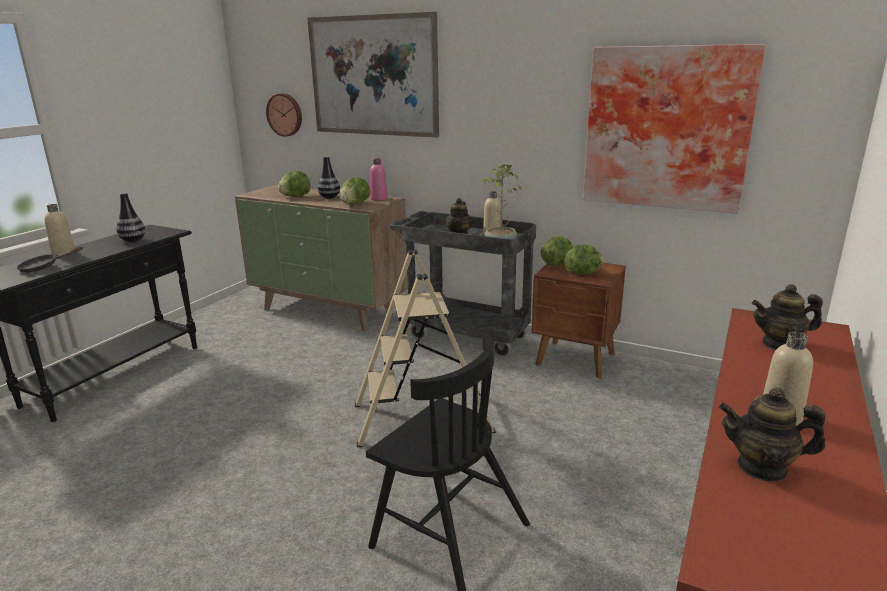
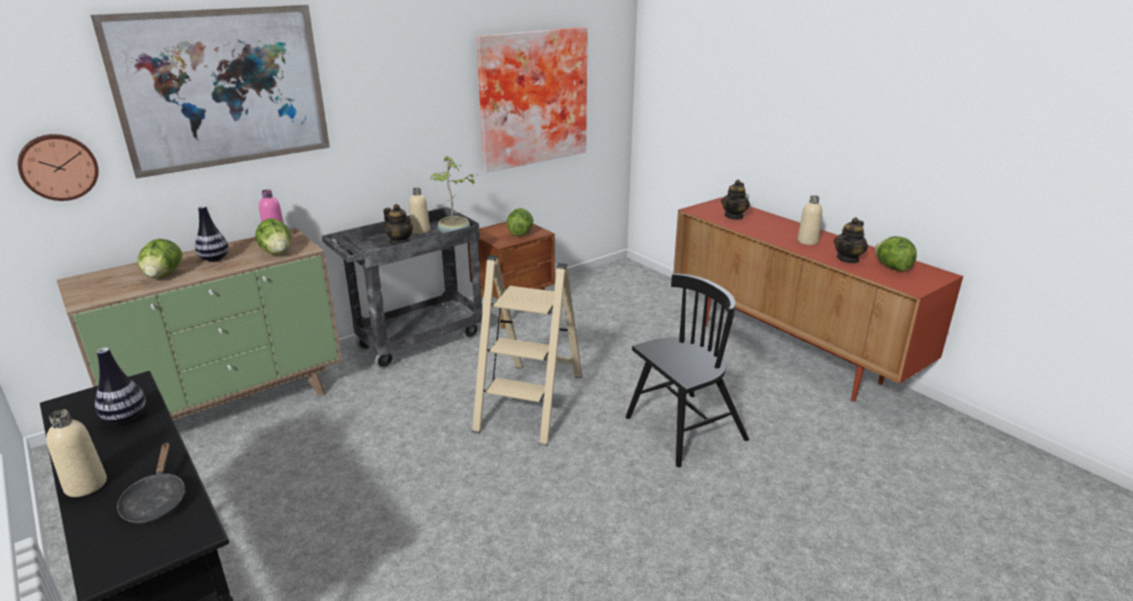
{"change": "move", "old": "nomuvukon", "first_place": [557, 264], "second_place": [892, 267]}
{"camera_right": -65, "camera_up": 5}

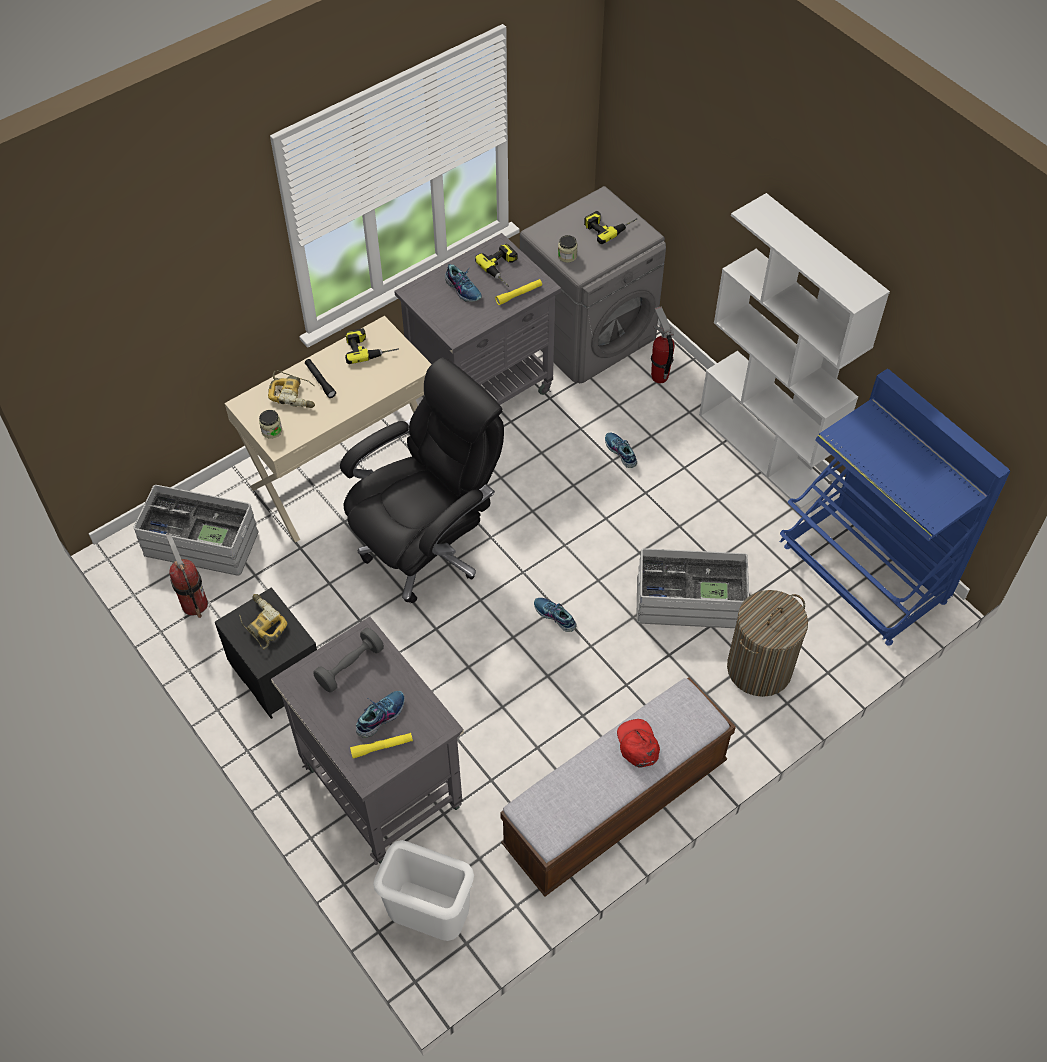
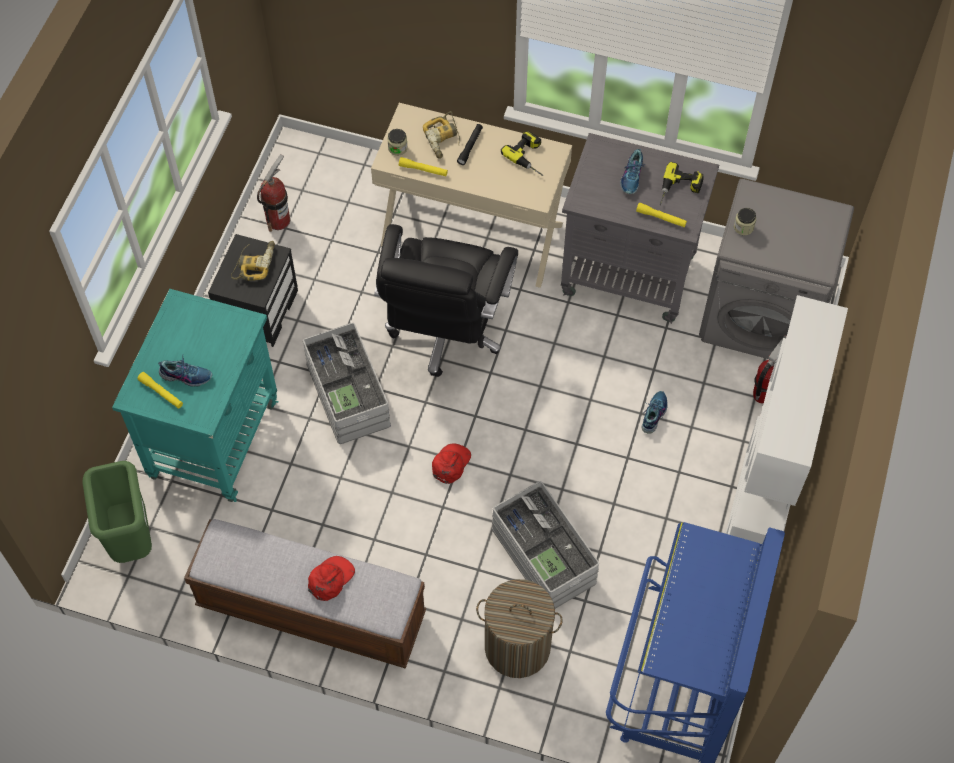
{"change": "delete", "old": "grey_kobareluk", "first_place": [350, 666]}
{"change": "delete", "old": "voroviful", "first_place": [609, 226]}
{"change": "insert", "new": "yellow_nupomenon", "second_place": [423, 170]}
{"change": "move", "old": "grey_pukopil", "first_place": [200, 543], "second_place": [347, 394]}
{"change": "replace", "old": "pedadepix", "new": "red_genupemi", "first_place": [554, 616], "second_place": [450, 464]}
{"change": "recolor", "old": "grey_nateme", "new": "turquoise_nateme", "first_place": [381, 785], "second_place": [216, 439]}
{"change": "recolor", "old": "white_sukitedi", "new": "green_sukitedi", "first_place": [428, 919], "second_place": [131, 539]}
{"change": "rotate", "old": "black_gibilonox", "first_place": [428, 549], "second_place": [444, 336], "degrees": 90}
{"camera_right": 55, "camera_up": 5}

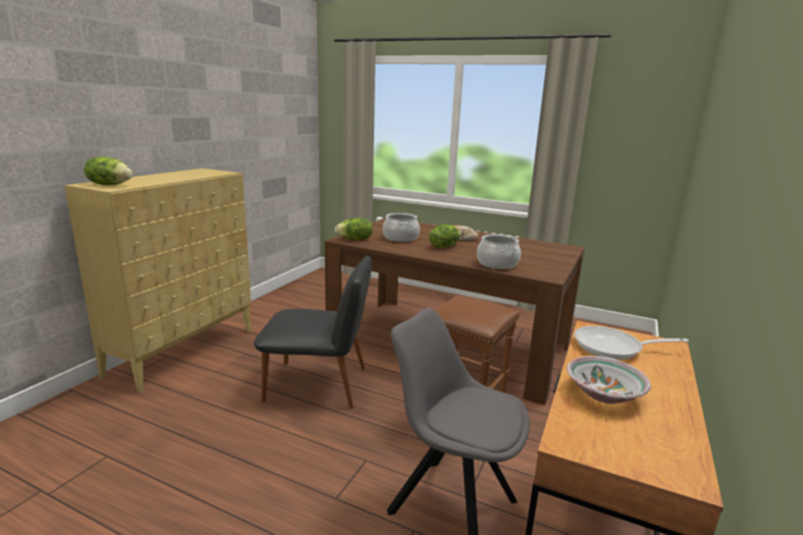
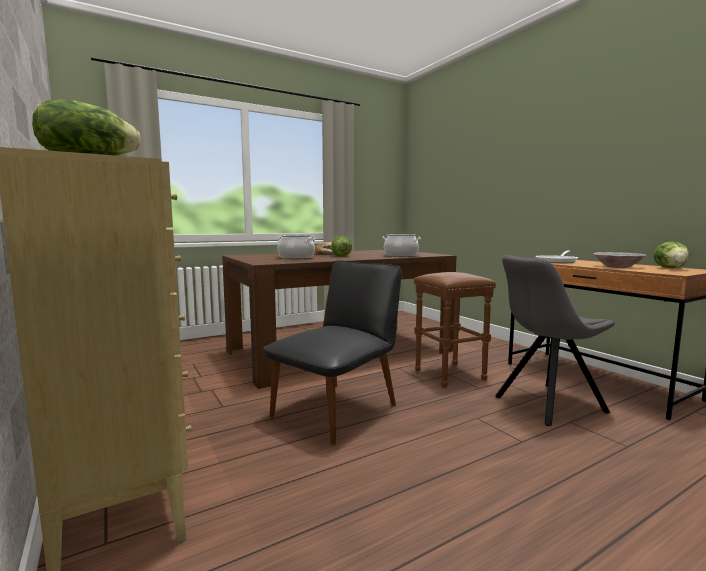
{"change": "move", "old": "nomuvukon", "first_place": [355, 239], "second_place": [671, 268]}
{"camera_right": -55, "camera_up": -10}

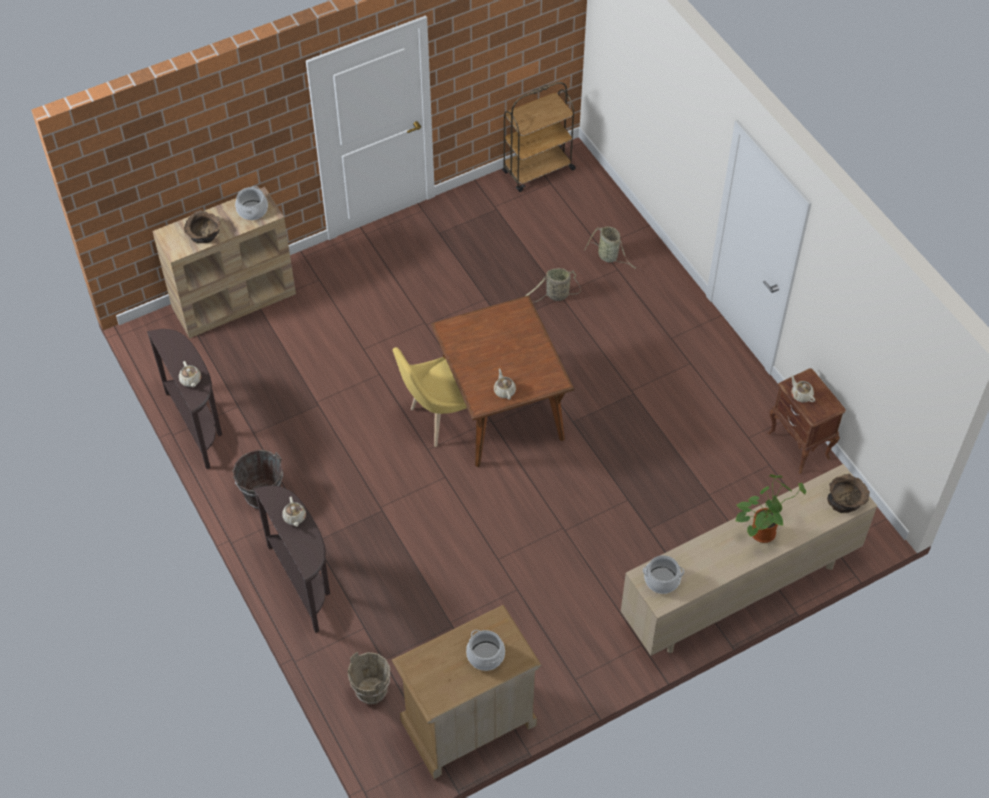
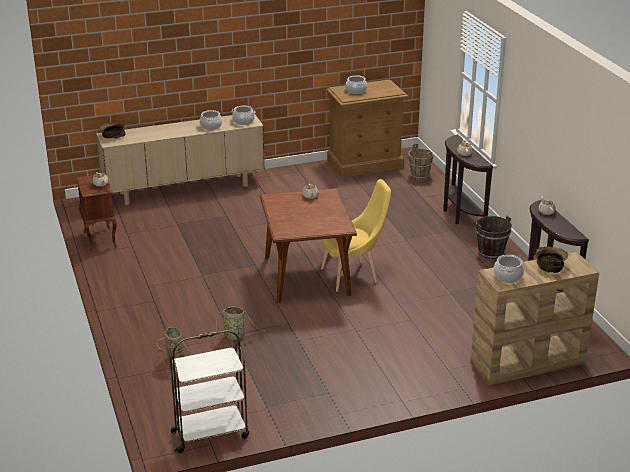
{"change": "delete", "old": "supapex", "first_place": [763, 530]}
{"change": "insert", "new": "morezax", "second_place": [211, 126]}
{"change": "recolor", "old": "brown_nateme", "new": "white_nateme", "first_place": [537, 171], "second_place": [211, 435]}
{"camera_right": -170, "camera_up": -25}

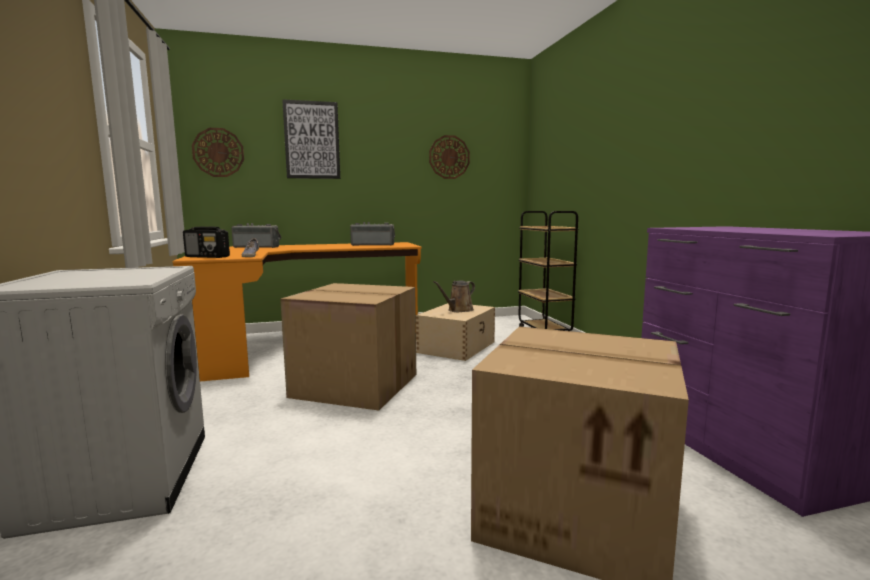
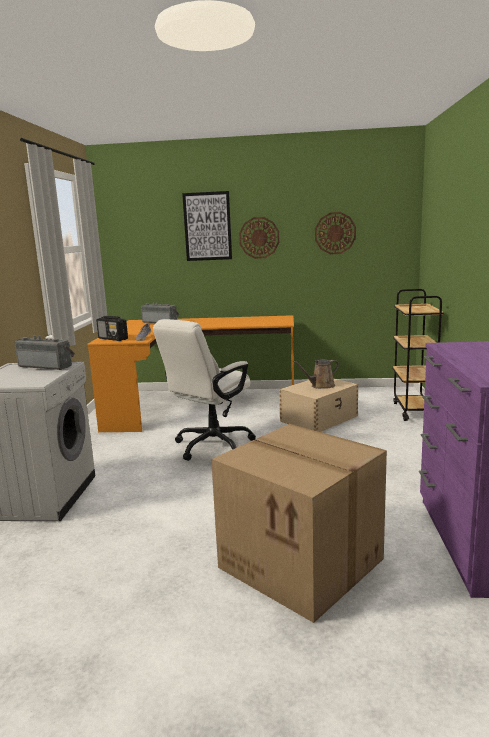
{"change": "move", "old": "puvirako", "first_place": [218, 152], "second_place": [259, 238]}
{"change": "move", "old": "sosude", "first_place": [373, 245], "second_place": [47, 366]}
{"change": "replace", "old": "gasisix", "new": "white_gibilonox", "first_place": [353, 386], "second_place": [211, 447]}
{"camera_right": 20, "camera_up": 5}

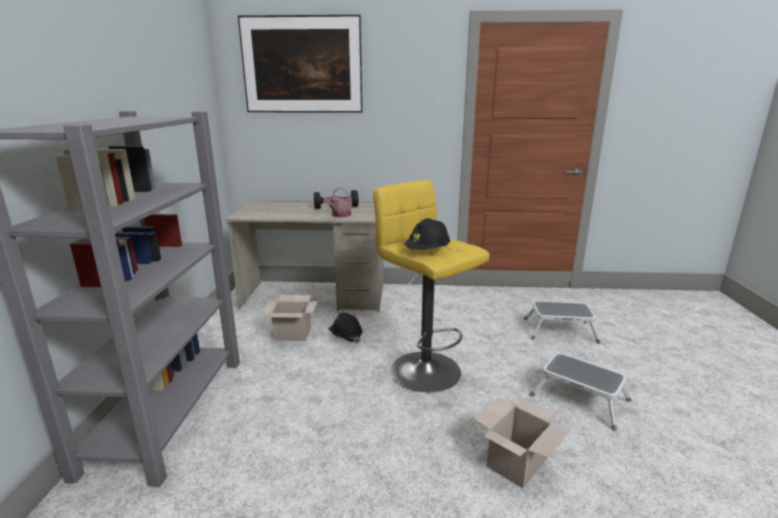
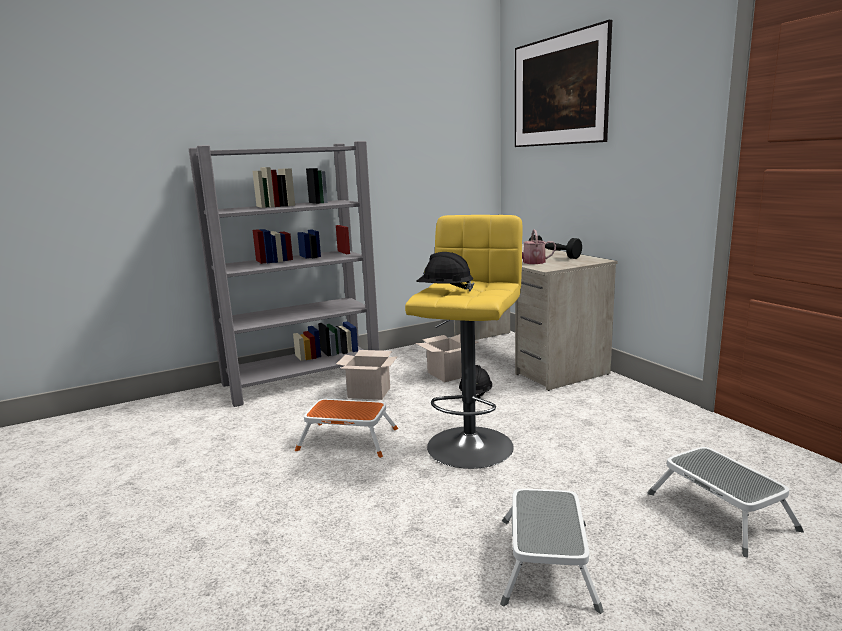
{"change": "insert", "new": "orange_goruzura", "second_place": [348, 439]}
{"change": "move", "old": "gasisix", "first_place": [516, 462], "second_place": [370, 392]}
{"camera_right": 60, "camera_up": -5}

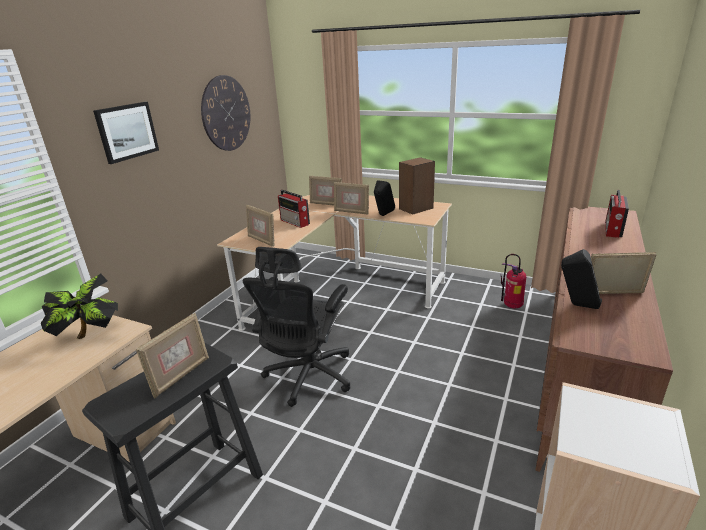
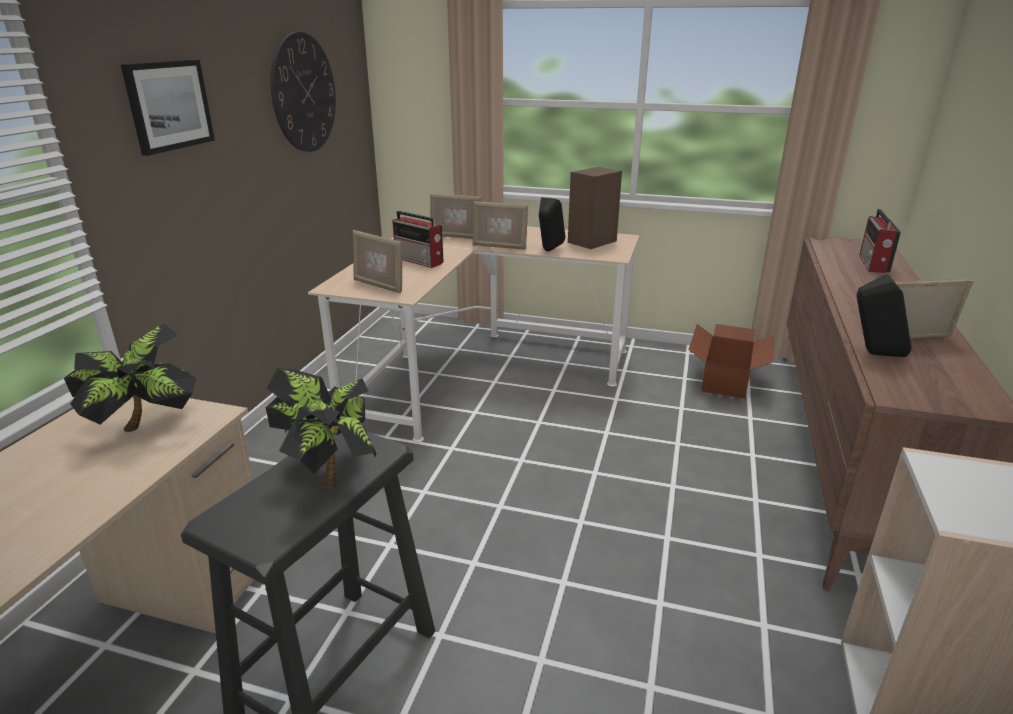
{"change": "delete", "old": "gibilonox", "first_place": [308, 378]}
{"change": "replace", "old": "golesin", "new": "supapex", "first_place": [181, 376], "second_place": [332, 474]}
{"change": "replace", "old": "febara", "new": "gasisix", "first_place": [511, 306], "second_place": [726, 379]}
{"camera_right": -10, "camera_up": 0}

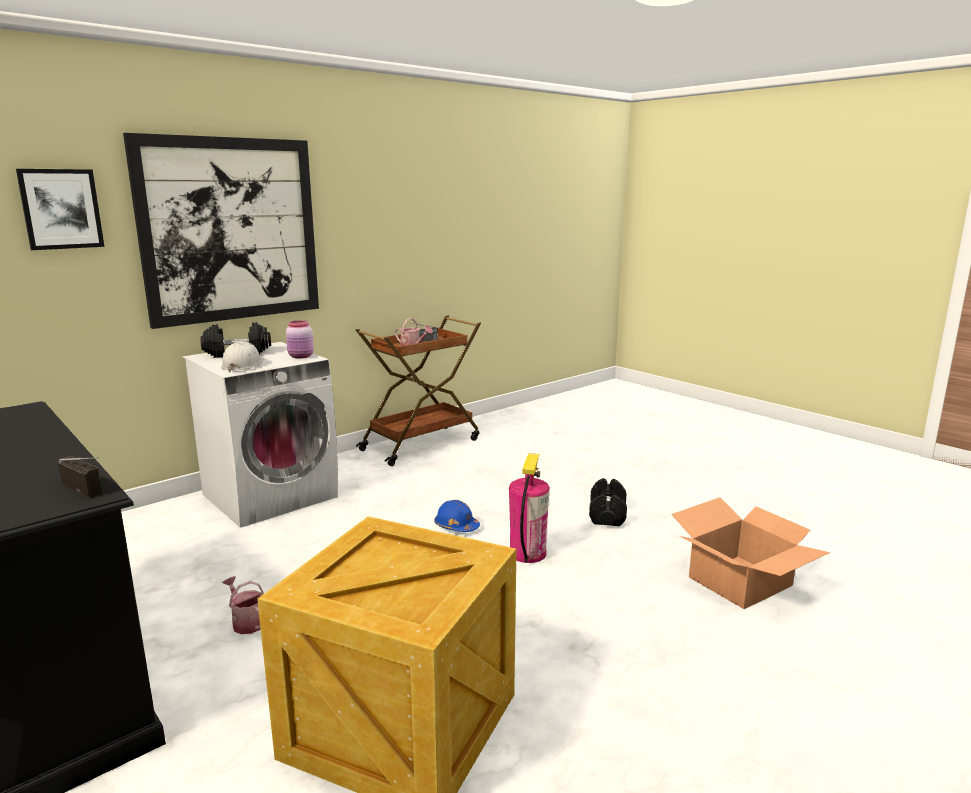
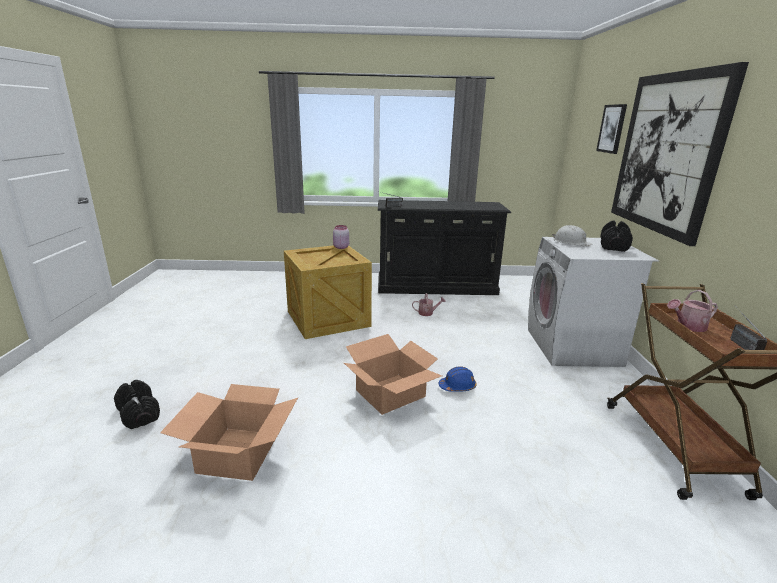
{"change": "move", "old": "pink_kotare", "first_place": [301, 356], "second_place": [340, 247]}
{"change": "move", "old": "black_kobareluk", "first_place": [607, 515], "second_place": [138, 414]}
{"change": "replace", "old": "febara", "new": "gasisix", "first_place": [527, 553], "second_place": [391, 393]}
{"camera_right": 130, "camera_up": 5}

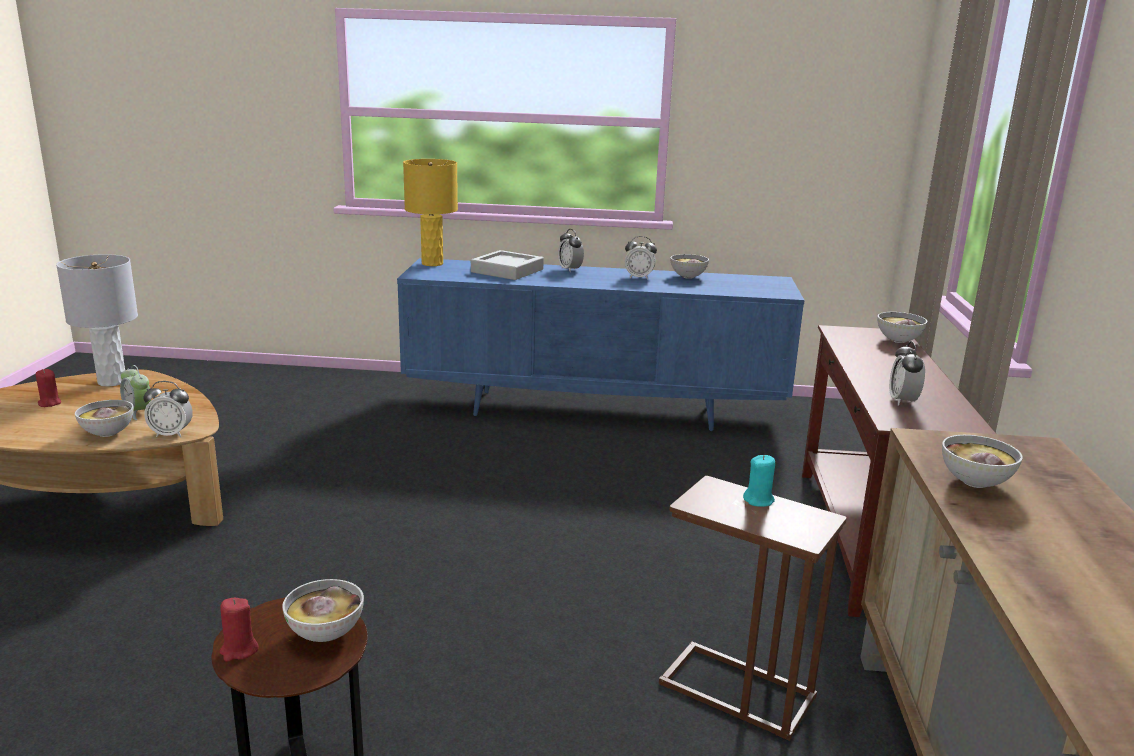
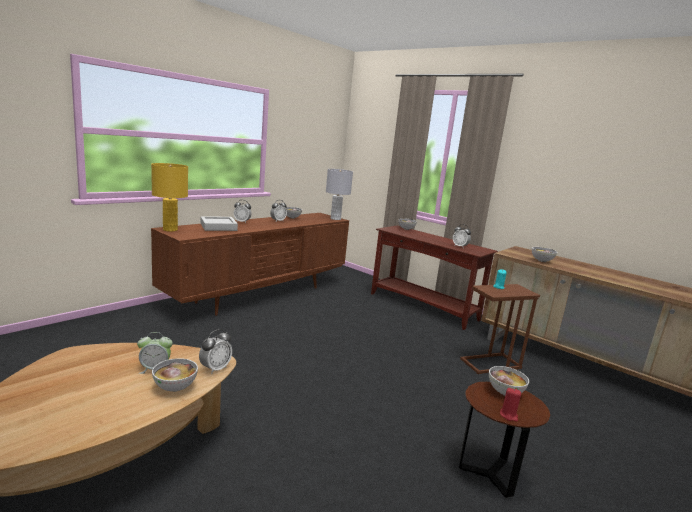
{"change": "delete", "old": "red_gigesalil", "first_place": [49, 403]}
{"change": "move", "old": "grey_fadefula", "first_place": [111, 382], "second_place": [335, 219]}
{"change": "recolor", "old": "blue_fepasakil", "new": "brown_fepasakil", "first_place": [595, 410], "second_place": [260, 295]}
{"camera_right": -55, "camera_up": -5}

